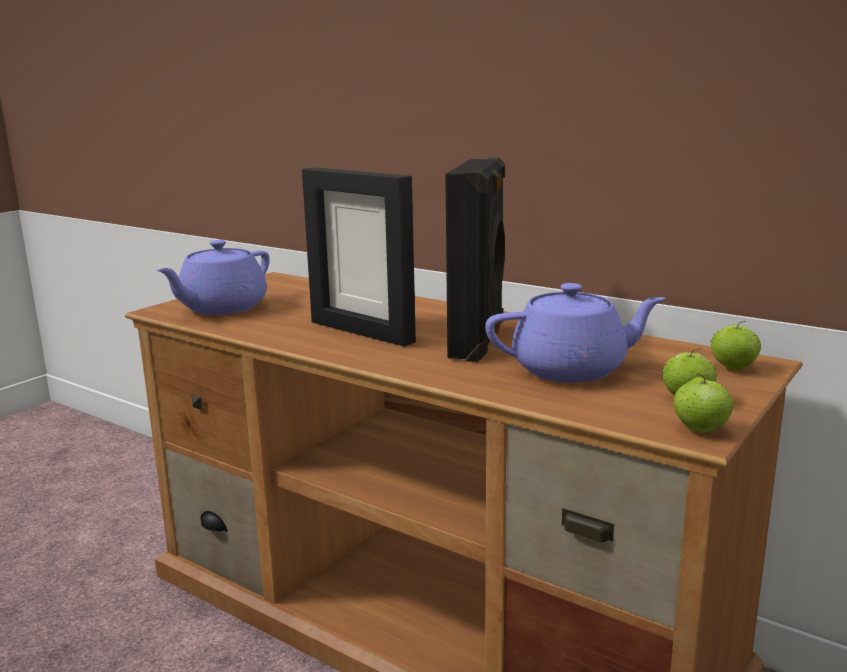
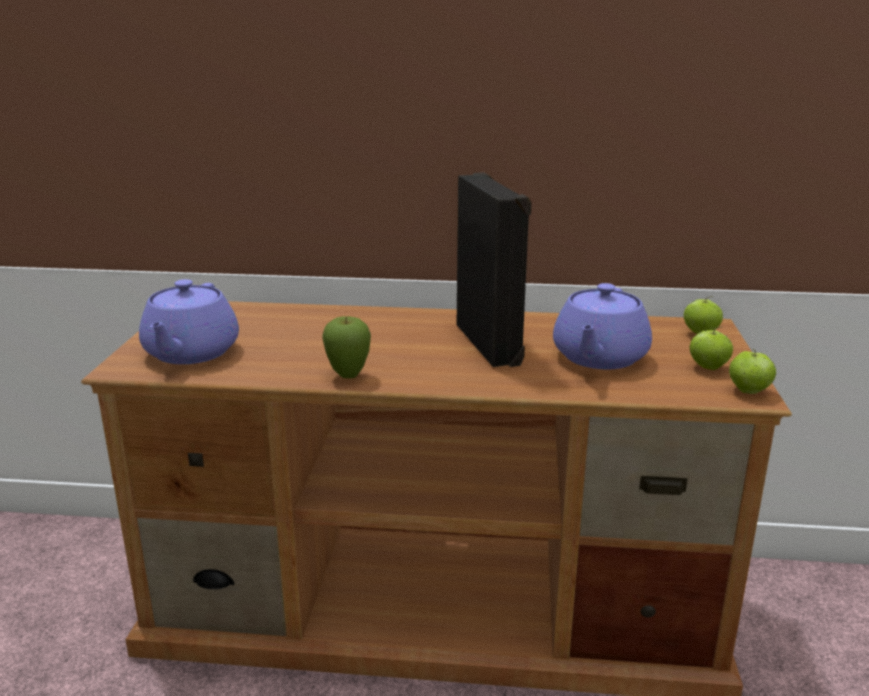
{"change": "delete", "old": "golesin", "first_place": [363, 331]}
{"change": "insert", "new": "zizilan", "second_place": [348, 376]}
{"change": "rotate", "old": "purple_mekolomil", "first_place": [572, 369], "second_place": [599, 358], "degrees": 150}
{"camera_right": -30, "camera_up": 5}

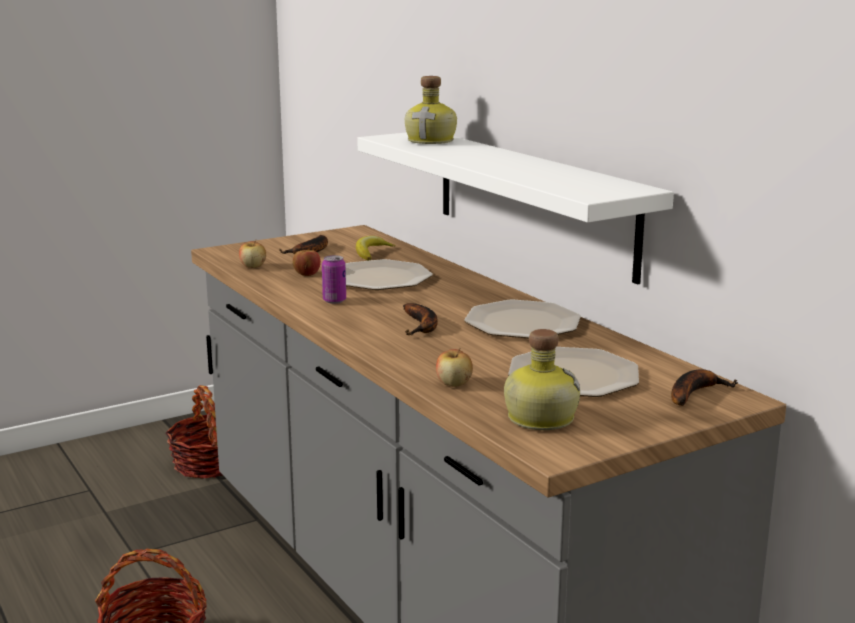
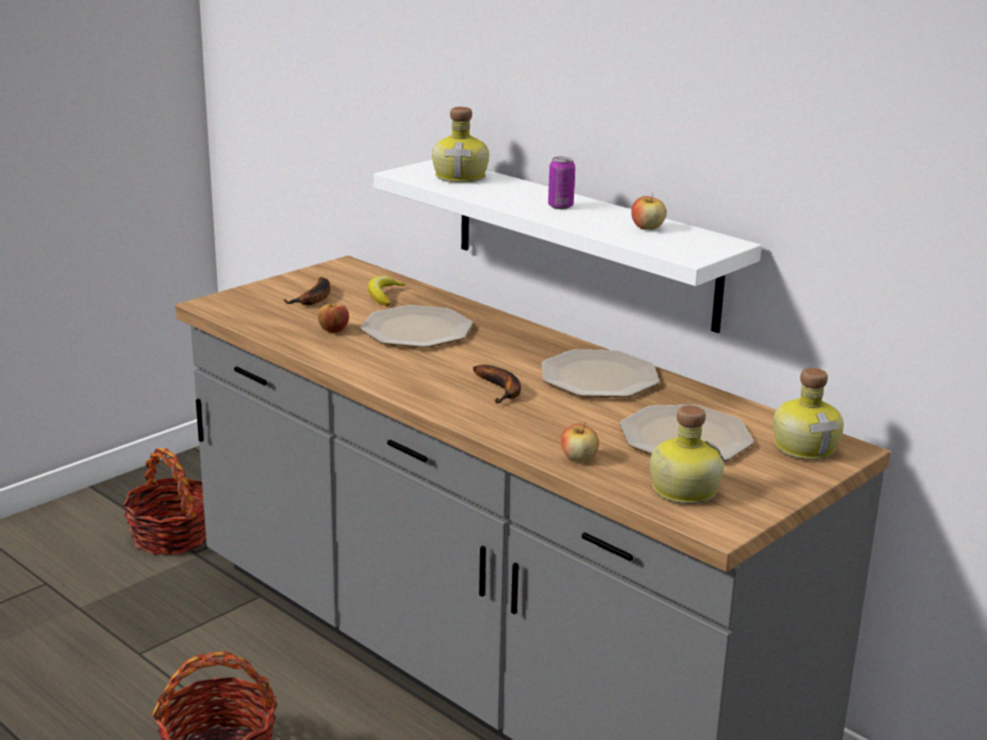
{"change": "move", "old": "zizilan", "first_place": [253, 266], "second_place": [647, 228]}
{"change": "move", "old": "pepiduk", "first_place": [334, 301], "second_place": [560, 206]}
{"change": "replace", "old": "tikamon", "new": "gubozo", "first_place": [694, 393], "second_place": [805, 447]}
{"camera_right": -15, "camera_up": 5}

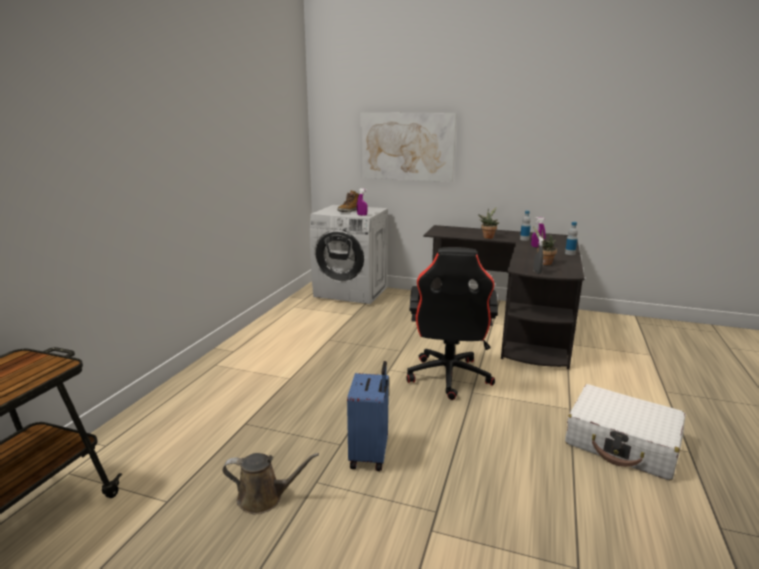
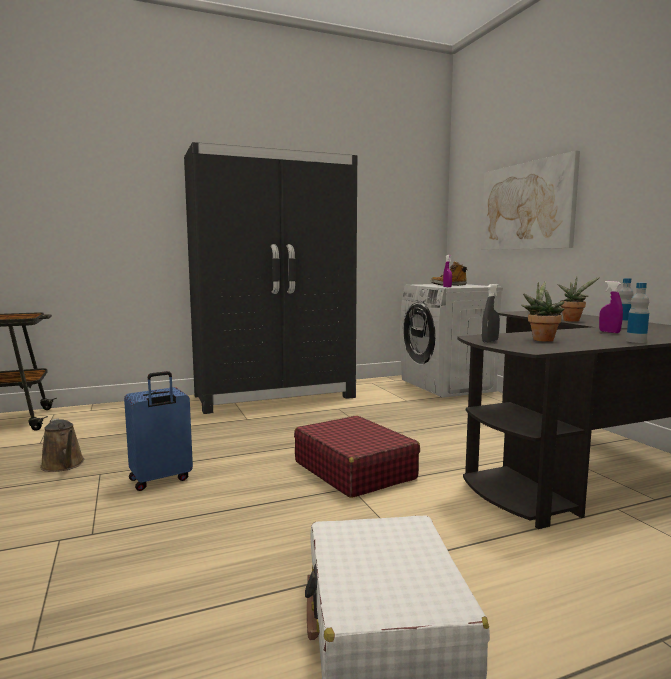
{"change": "insert", "new": "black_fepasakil", "second_place": [276, 396]}
{"change": "replace", "old": "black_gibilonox", "new": "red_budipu", "first_place": [448, 380], "second_place": [354, 470]}
{"camera_right": 50, "camera_up": -10}

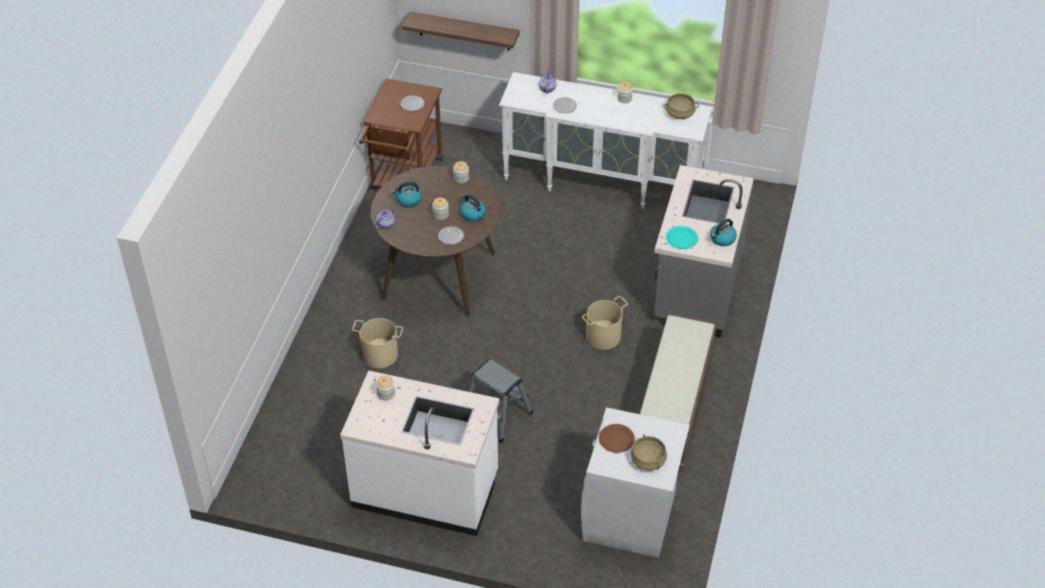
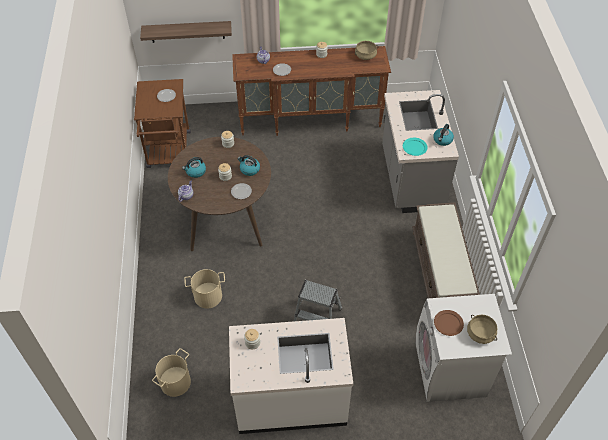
{"change": "move", "old": "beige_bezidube", "first_place": [603, 336], "second_place": [176, 382]}
{"change": "recolor", "old": "white_fepasakil", "new": "brown_fepasakil", "first_place": [601, 182], "second_place": [310, 120]}
{"camera_right": -20, "camera_up": 5}

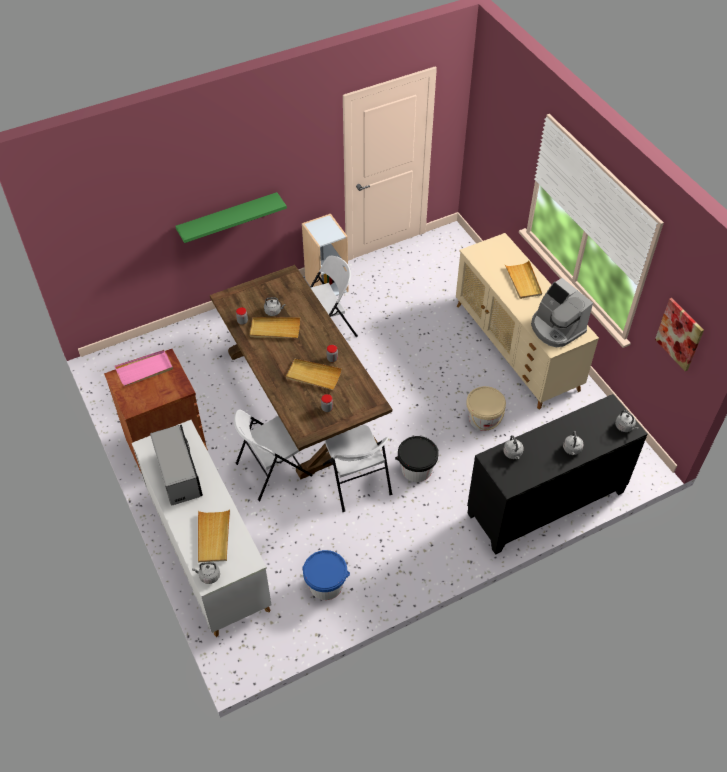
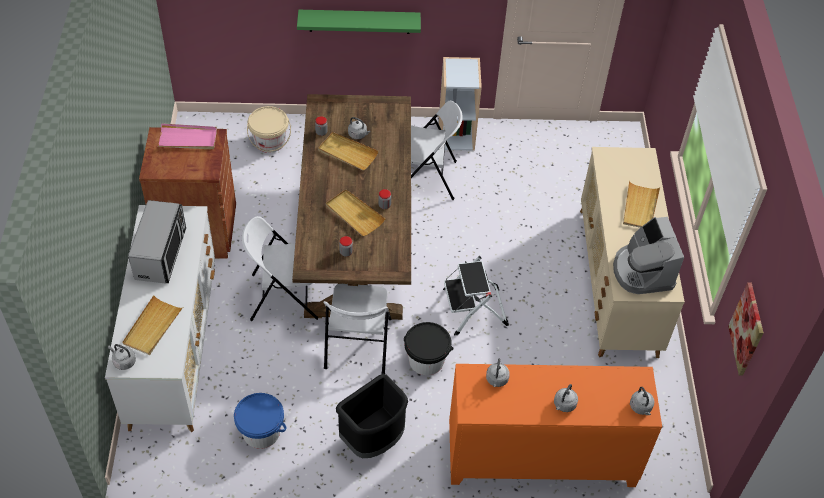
{"change": "insert", "new": "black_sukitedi", "second_place": [373, 439]}
{"change": "insert", "new": "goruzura", "second_place": [474, 308]}
{"change": "move", "old": "beige_bezidube", "first_place": [483, 419], "second_place": [270, 142]}
{"change": "recolor", "old": "black_fepasakil", "new": "orange_fepasakil", "first_place": [546, 503], "second_place": [540, 458]}
{"camera_right": 25, "camera_up": 0}

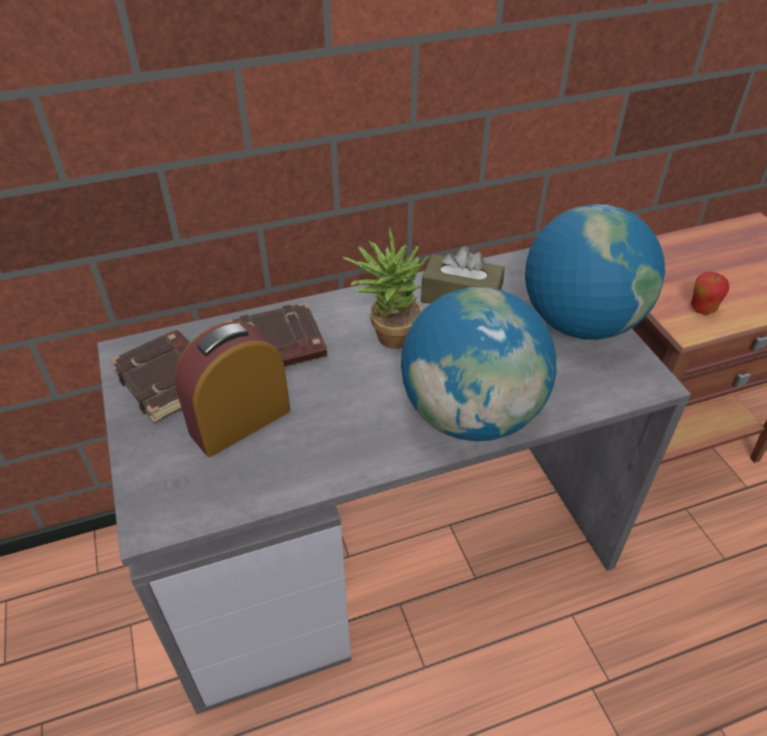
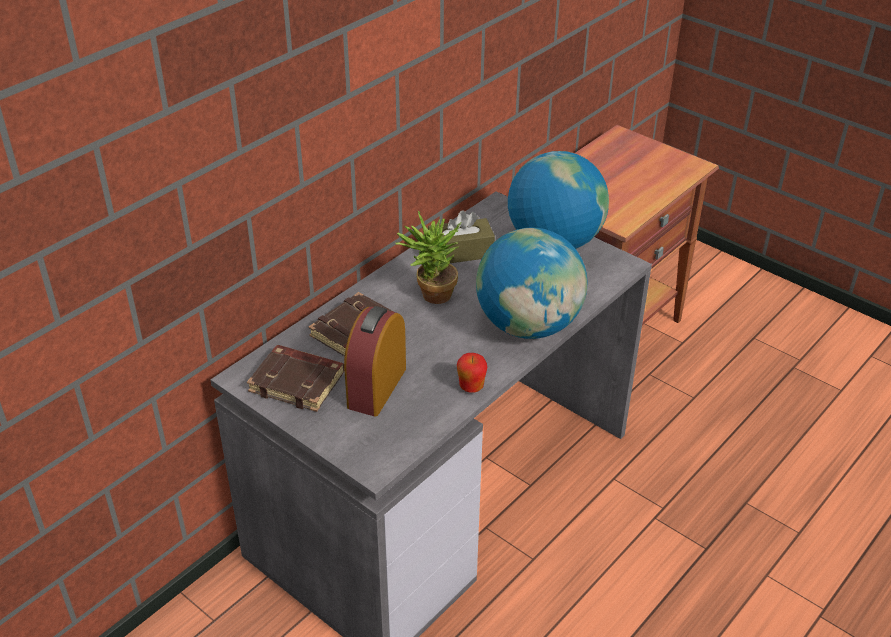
{"change": "move", "old": "zizilan", "first_place": [702, 309], "second_place": [471, 387]}
{"camera_right": -30, "camera_up": -5}

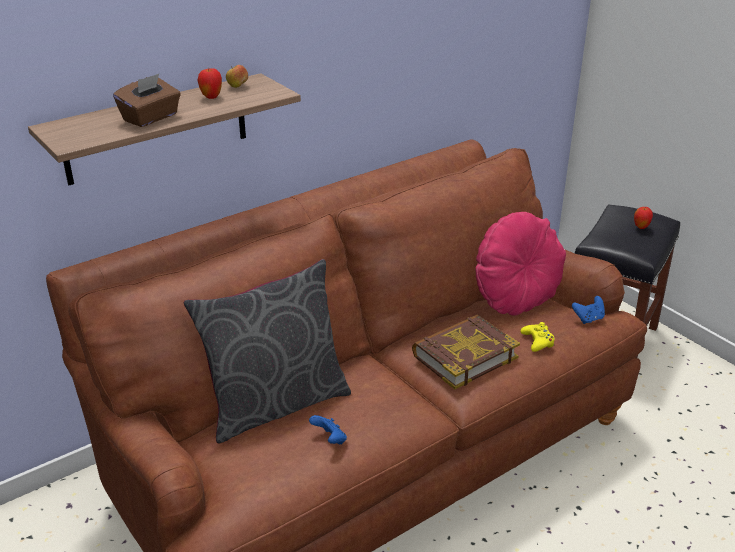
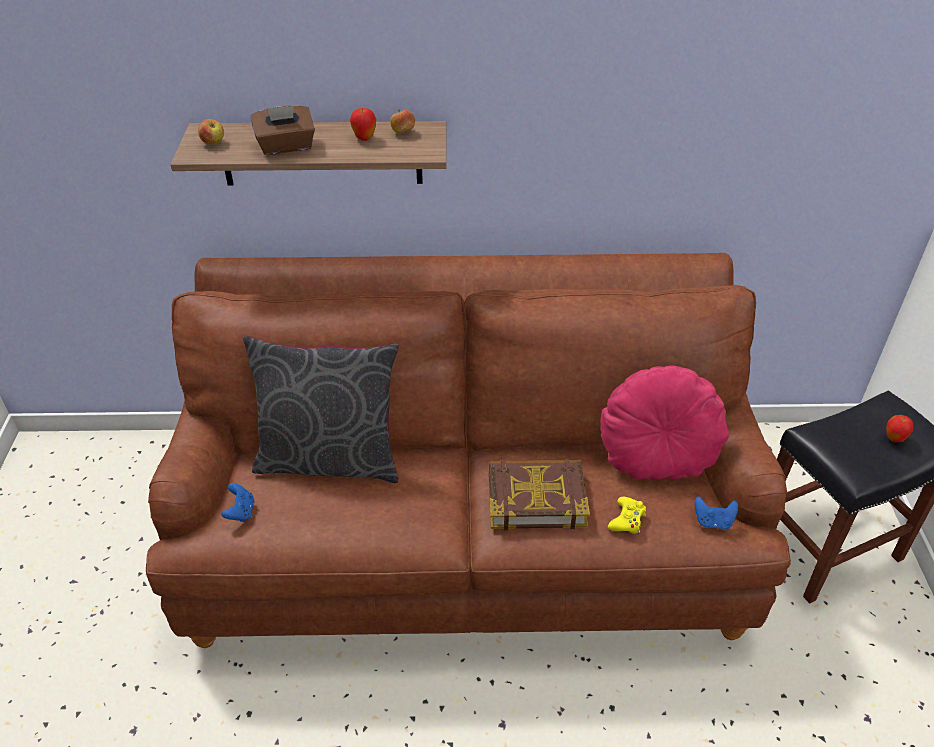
{"change": "insert", "new": "zizilan", "second_place": [213, 143]}
{"change": "move", "old": "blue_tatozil", "first_place": [330, 440], "second_place": [241, 512]}
{"camera_right": 35, "camera_up": 10}

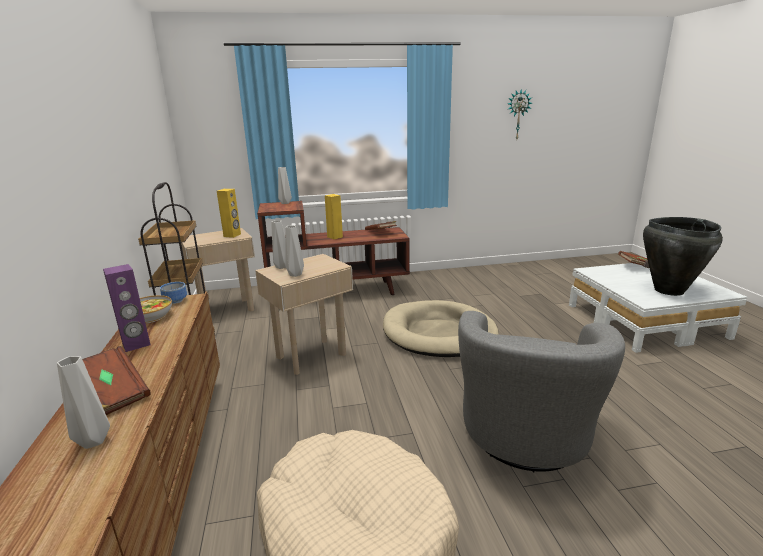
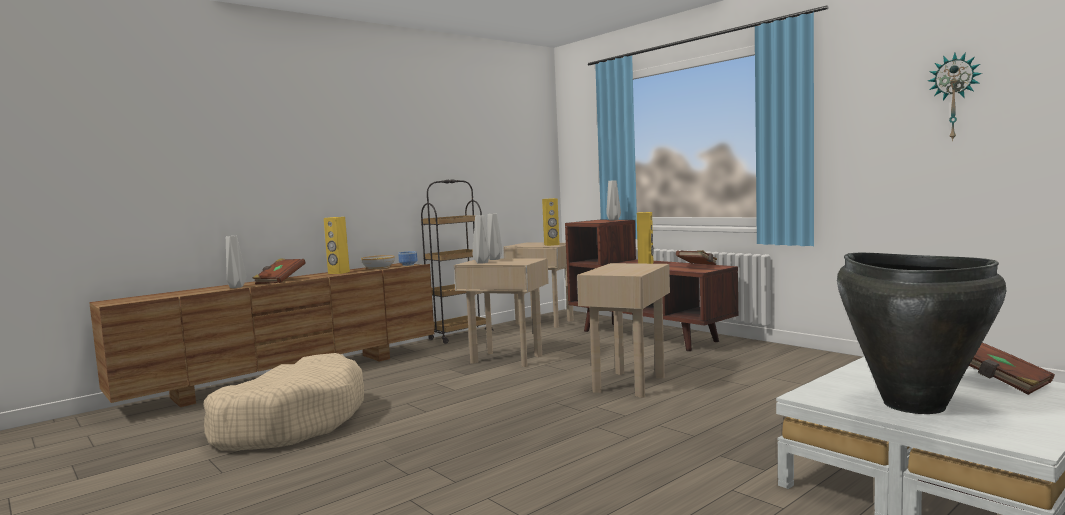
{"change": "delete", "old": "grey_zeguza", "first_place": [524, 435]}
{"change": "replace", "old": "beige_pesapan", "new": "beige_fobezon", "first_place": [439, 333], "second_place": [628, 384]}
{"change": "recolor", "old": "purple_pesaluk", "new": "yellow_pesaluk", "first_place": [136, 344], "second_place": [338, 273]}
{"camera_right": 60, "camera_up": -15}

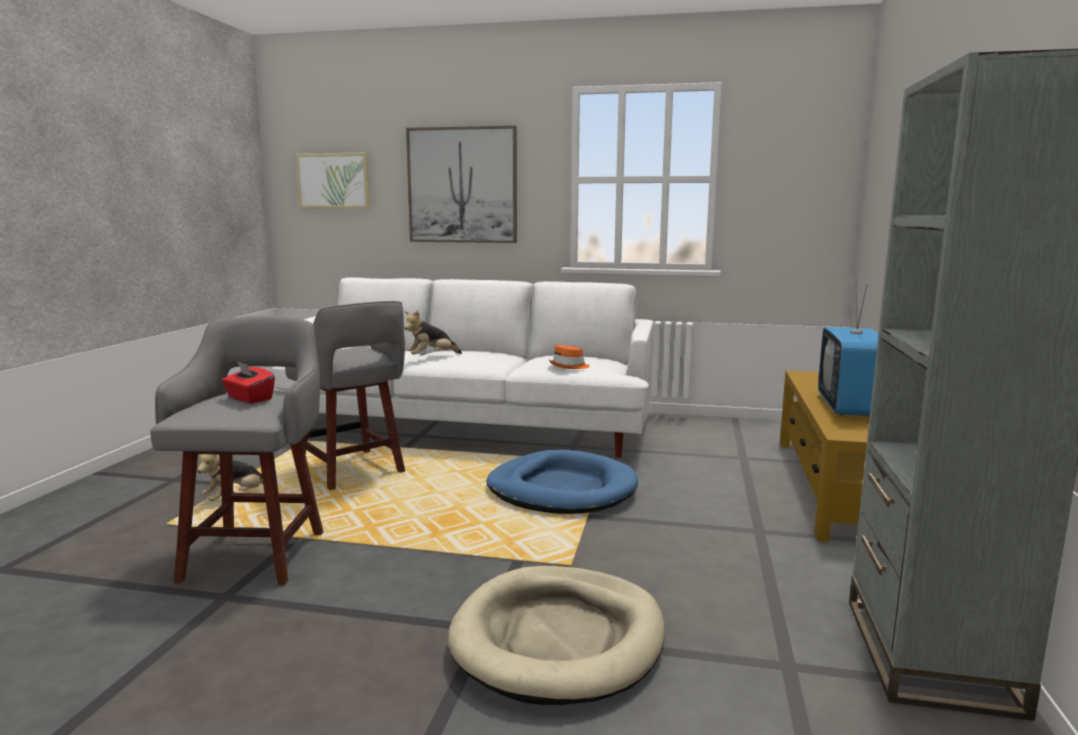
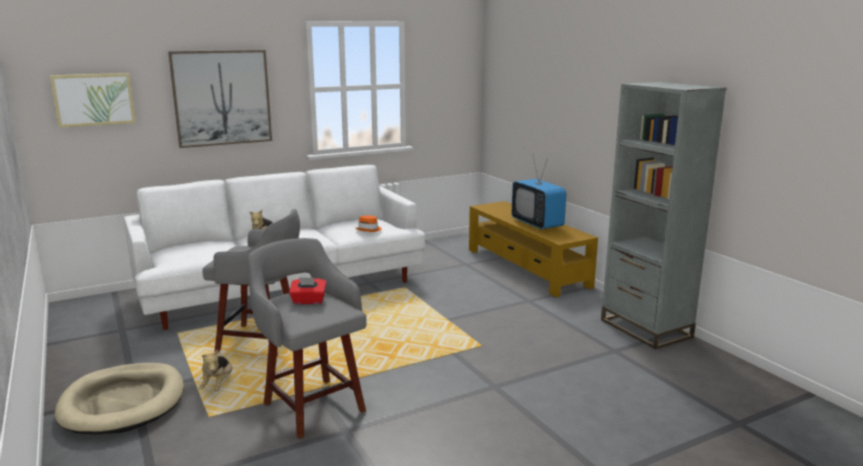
{"change": "delete", "old": "blue_pesapan", "first_place": [562, 489]}
{"change": "move", "old": "beige_pesapan", "first_place": [559, 639], "second_place": [123, 403]}
{"camera_right": -40, "camera_up": 5}

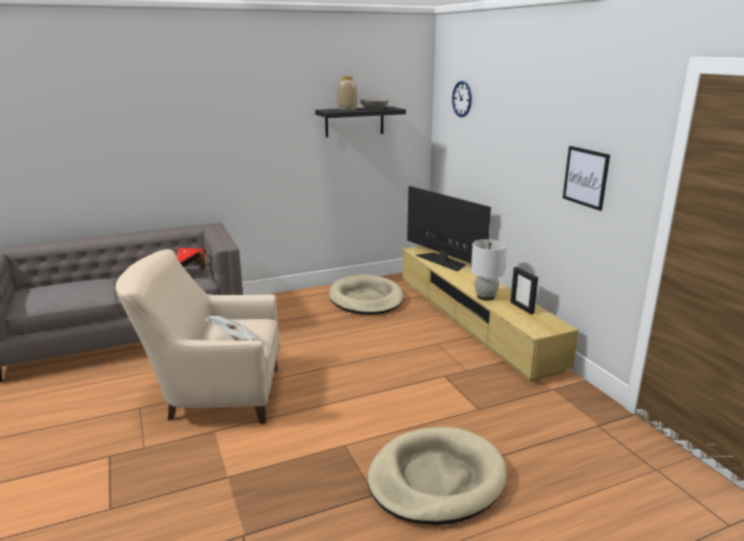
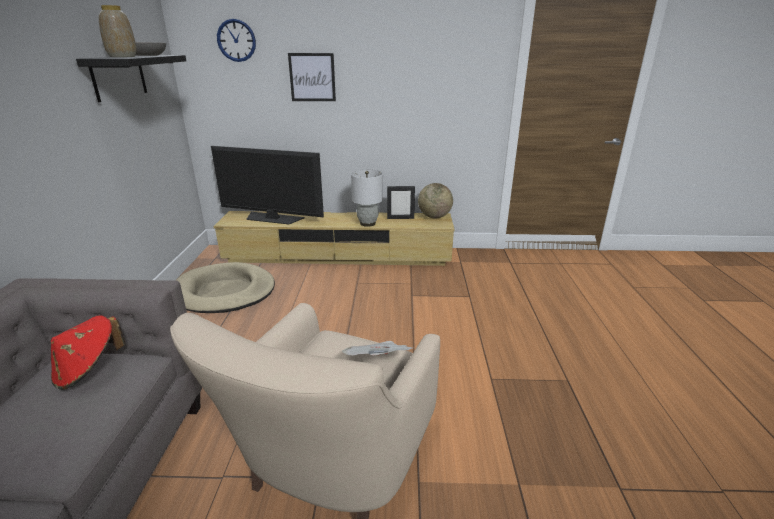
{"change": "delete", "old": "beige_pesapan", "first_place": [436, 479]}
{"change": "insert", "new": "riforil", "second_place": [434, 217]}
{"change": "move", "old": "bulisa", "first_place": [585, 177], "second_place": [312, 77]}
{"change": "rotate", "old": "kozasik", "first_place": [442, 261], "second_place": [272, 218], "degrees": -150}
{"camera_right": -65, "camera_up": 5}

